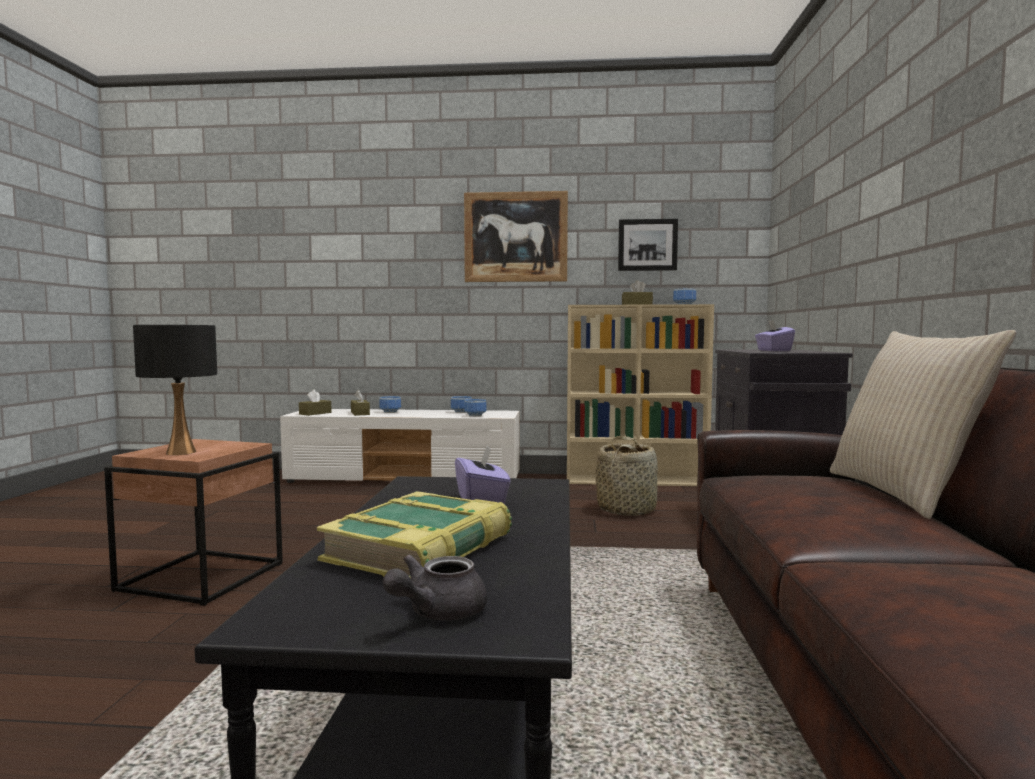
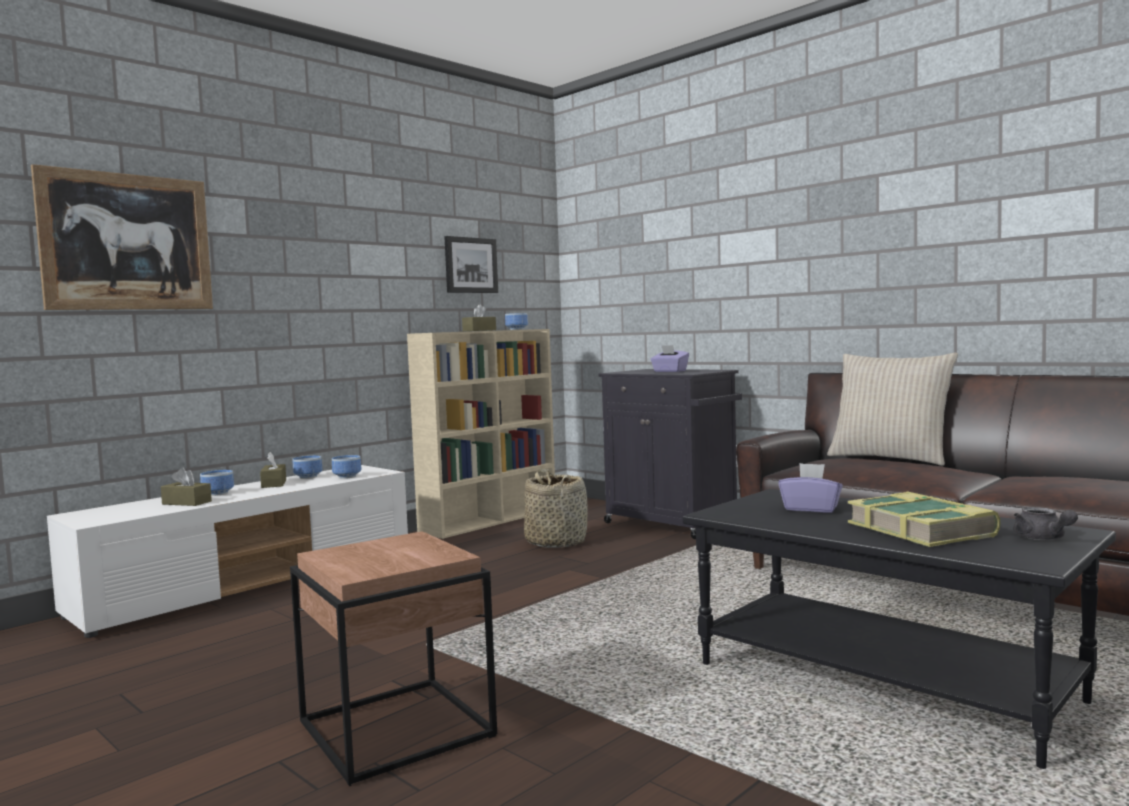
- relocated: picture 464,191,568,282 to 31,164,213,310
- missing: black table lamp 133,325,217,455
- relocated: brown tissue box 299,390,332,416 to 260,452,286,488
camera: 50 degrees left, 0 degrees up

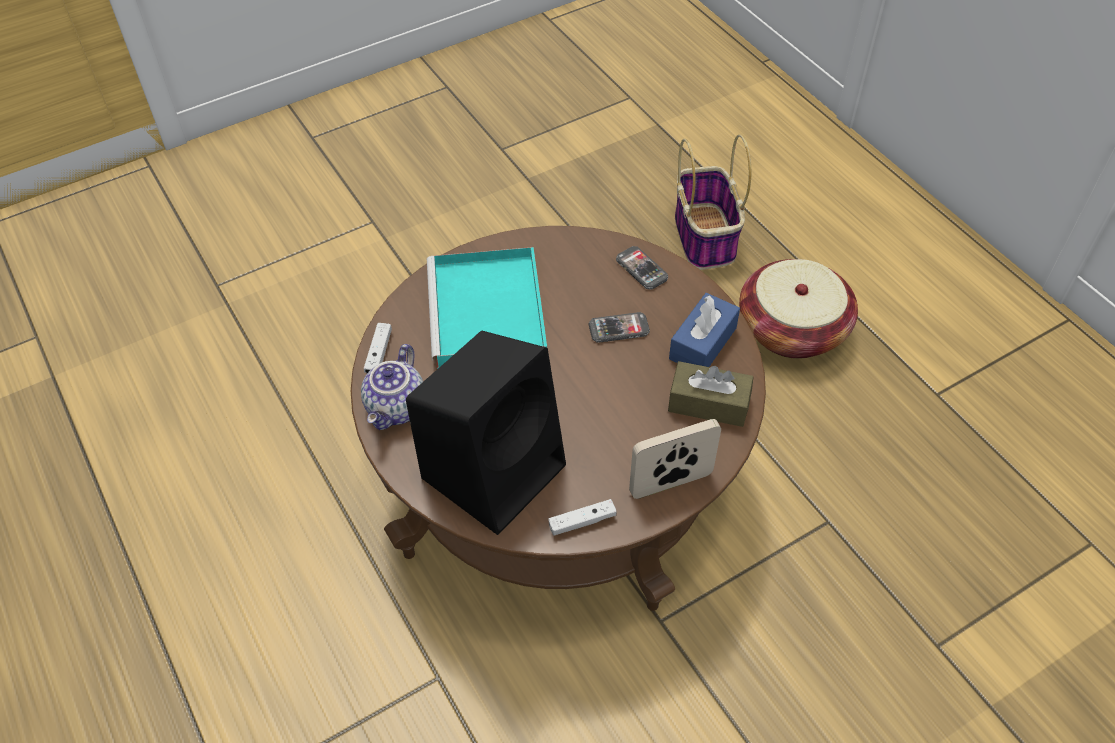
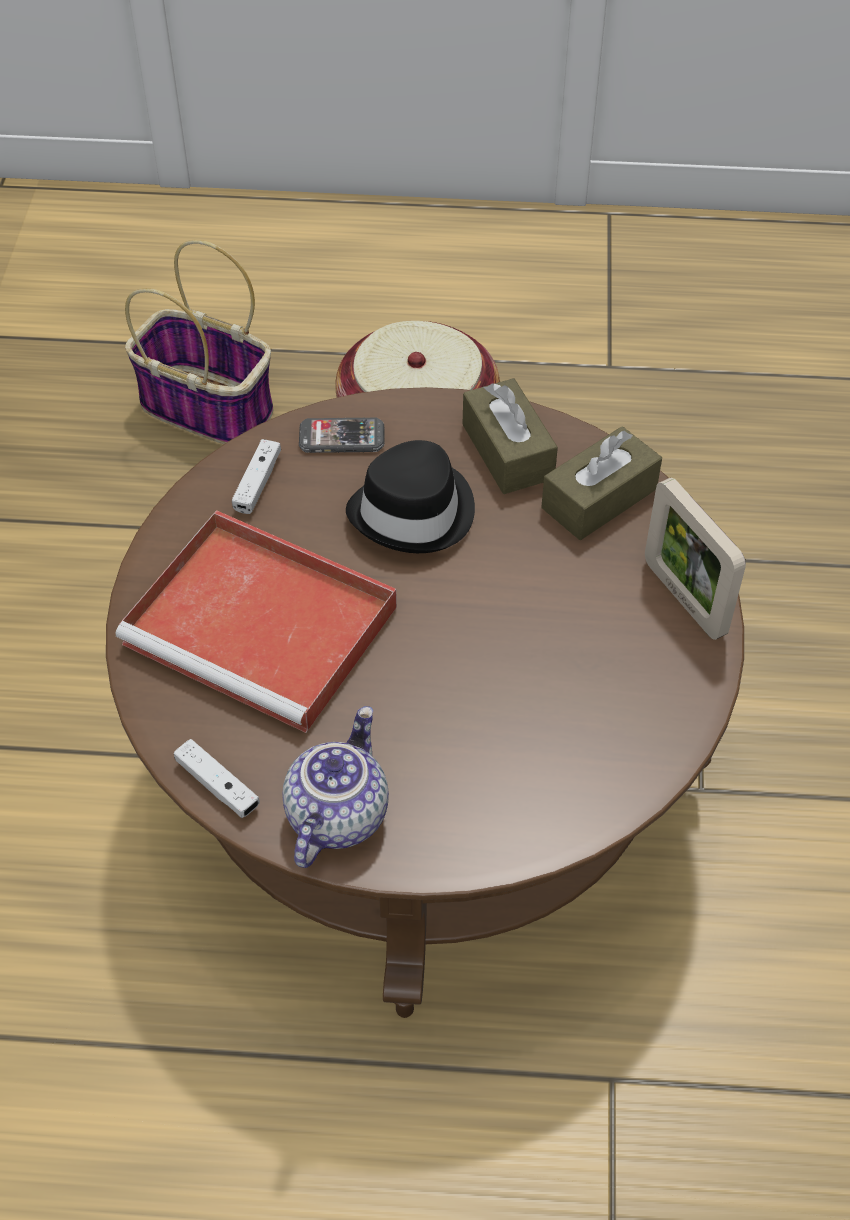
- colour: turquoise tray 427,247,547,369 to red tray 116,510,397,733
- colour: blue tissue box 669,293,740,367 to brown tissue box 462,378,558,494
- exchanged: phone 589,312,650,343 to black hat 346,440,475,553
- missing: black speaker 406,331,566,535
- spun: teapot 361,344,423,430 = 282,706,389,868 120 degrees counterclockwise
- spun: picture frame 629,419,721,499 = 645,478,746,640 45 degrees counterclockwise
- relocated: white game controller 548,499,616,535 to 232,439,281,514
camera: 55 degrees left, 0 degrees up

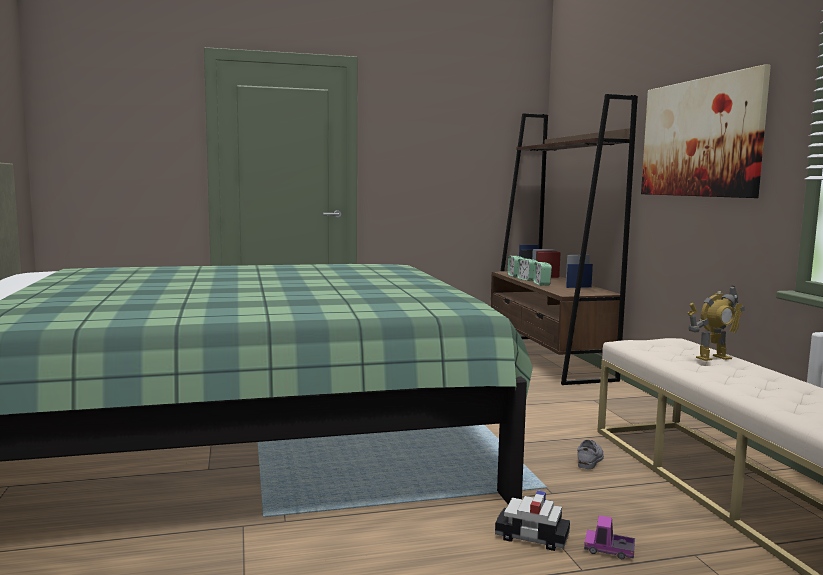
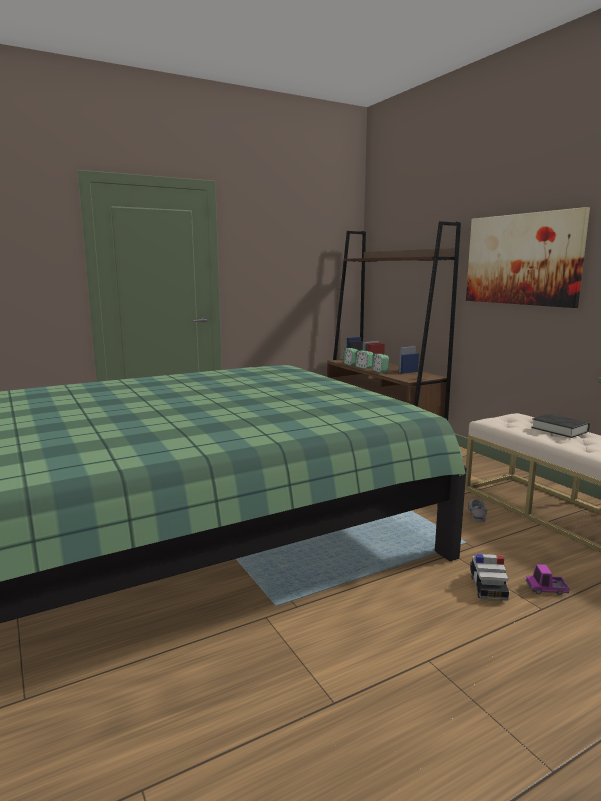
- exchanged: toy robot 688,285,745,361 to black book 531,414,590,438
- spun: toy car 495,490,570,551 = 470,554,509,602 90 degrees counterclockwise
camera: 15 degrees left, 5 degrees up

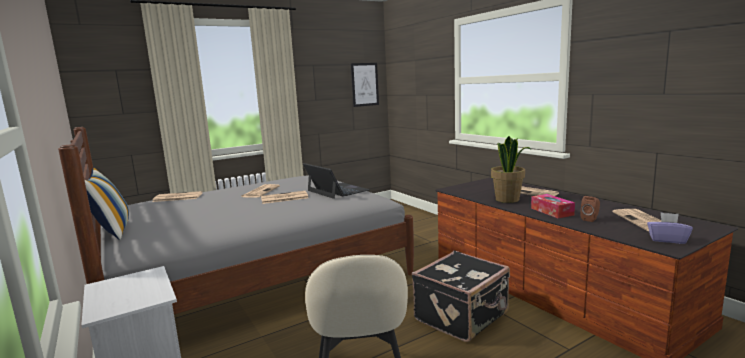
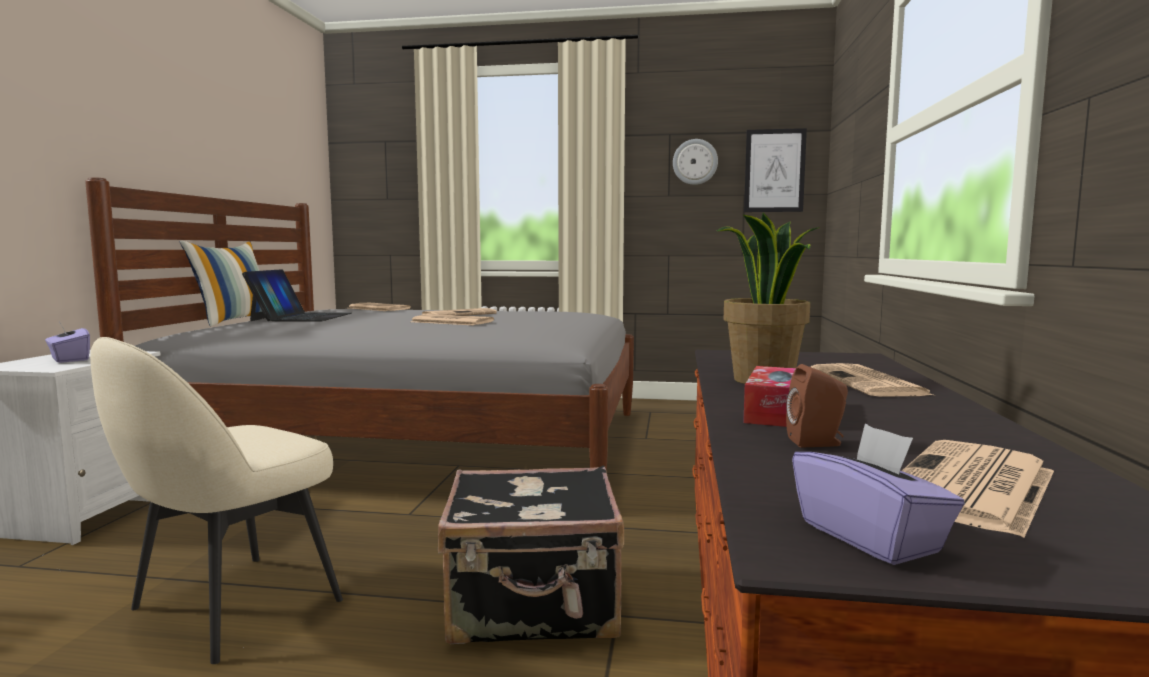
- relocated: laptop 303,163,370,199 to 242,269,351,322
- appeared: wall clock 673,139,718,185
- appeared: purple tissue box 45,322,90,363
camera: 40 degrees right, 5 degrees down

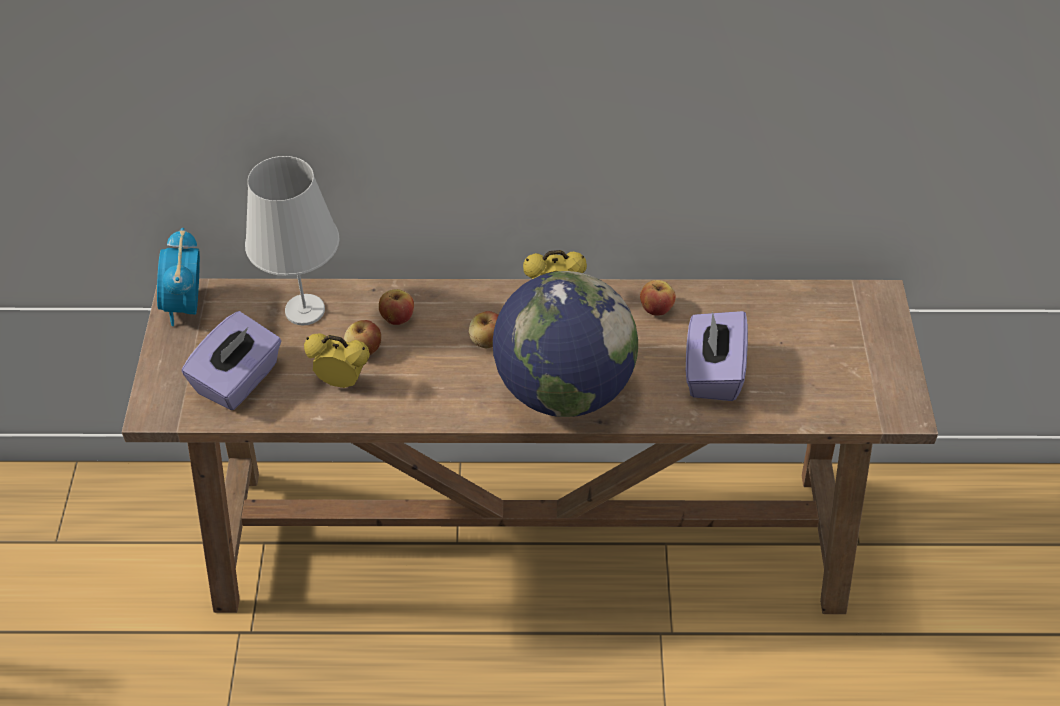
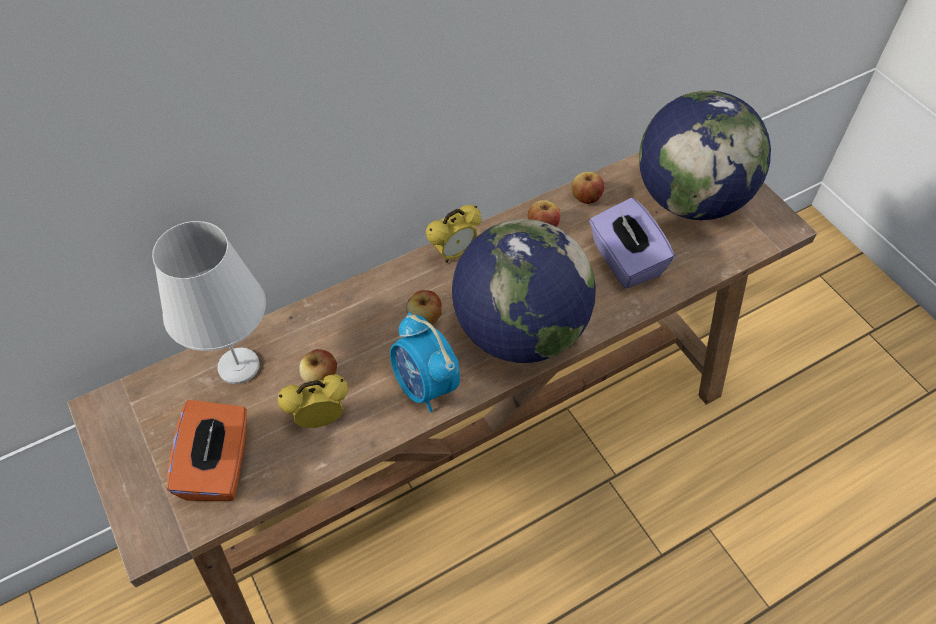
- relocated: alarm clock 157,228,200,326 to 390,312,460,412
- relocated: apple 379,289,414,325 to 571,172,604,204
- colour: purple tissue box 182,311,281,410 to orange tissue box 167,400,247,501
- appeared: globe 639,90,771,220
camera: 30 degrees left, 5 degrees up

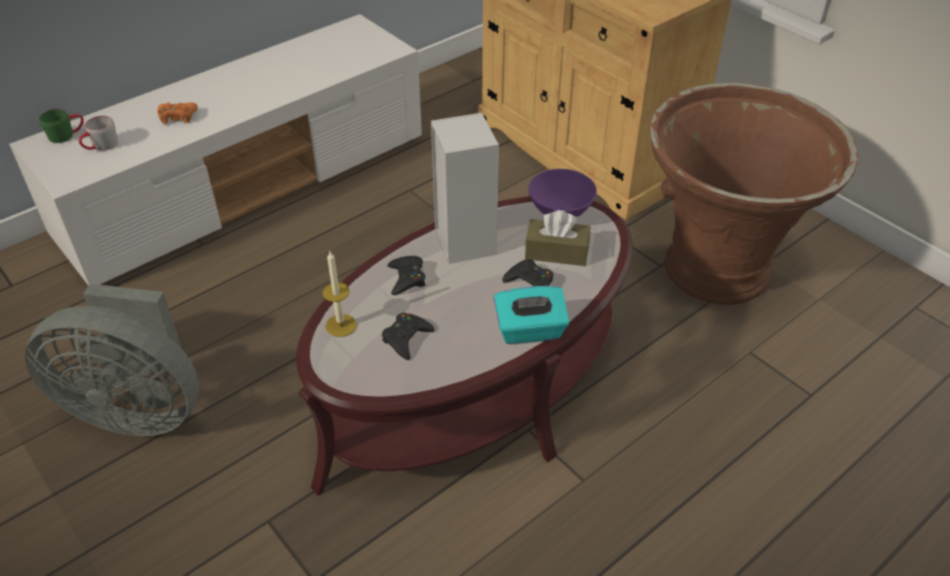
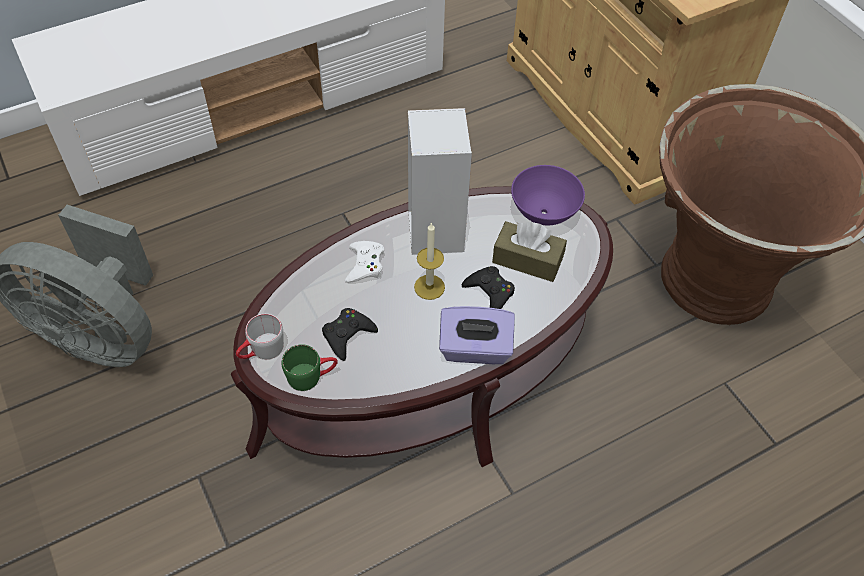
- missing: orange game controller 158,102,198,125
- relocated: green mug 39,109,84,143 to 281,344,338,391
- relocated: grey mug 79,116,118,151 to 236,314,284,359
- relocated: candle 322,252,357,337 to 414,222,445,300
- colour: black game controller 387,256,425,295 to white game controller 345,241,384,283
- colour: turquoise tissue box 493,286,569,344 to purple tissue box 439,306,515,364
camera: 10 degrees right, 10 degrees up

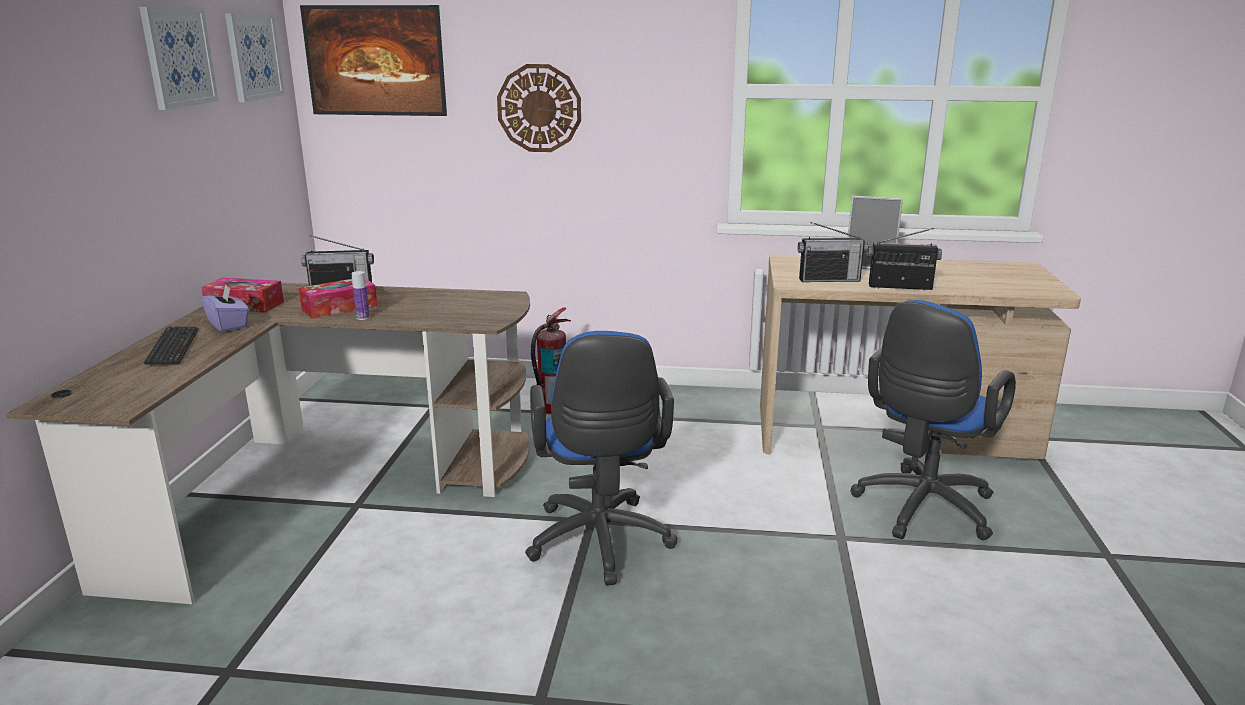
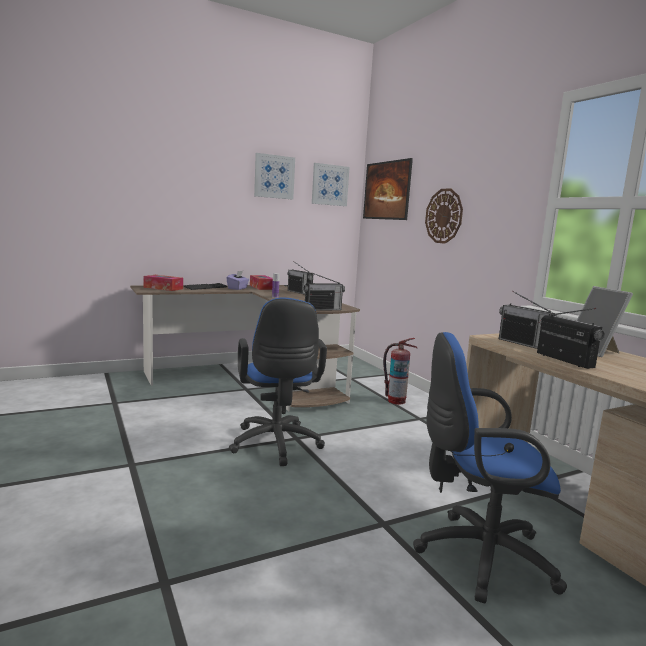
- relocated: tissue box 298,279,377,319 to 144,275,183,291
- spun: blue office chair 525,331,677,585 = 229,297,327,466 60 degrees counterclockwise
- appeared: radio 303,272,345,311
camera: 55 degrees right, 10 degrees down

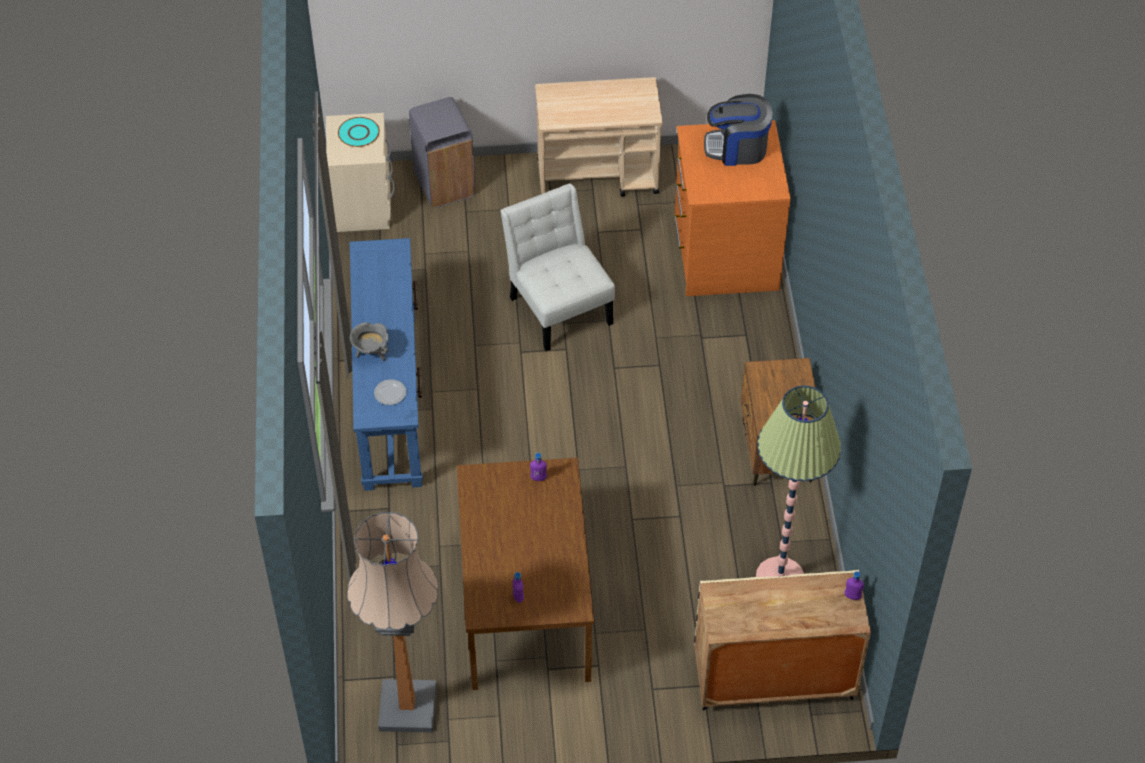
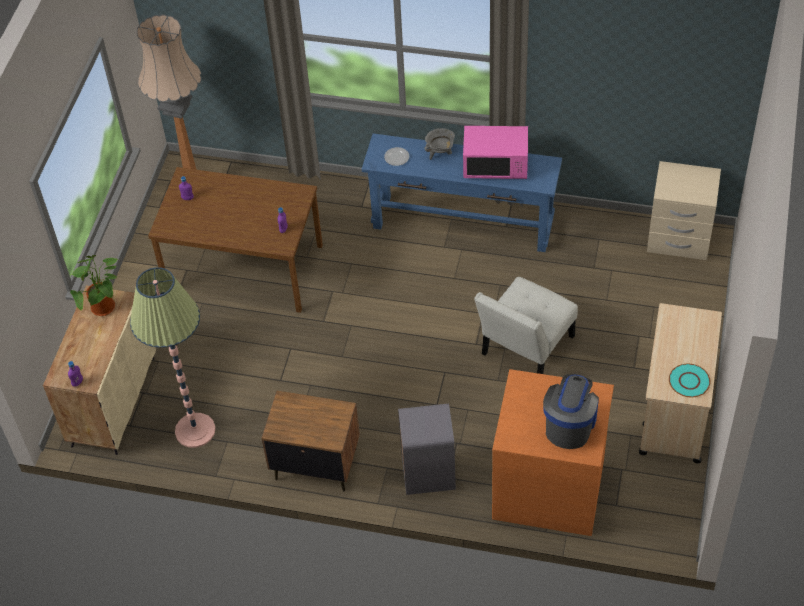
- relocated: grey trash can 409,97,475,208 to 398,403,456,495
- relocated: turquoise plate 338,117,380,147 to 669,364,711,397
- spun: white chair 500,183,615,351 = 474,277,578,374 135 degrees clockwise
- appeared: pink microwave 463,126,528,179
- appeared: potted plant 70,255,118,316
camera: 110 degrees right, 0 degrees up

